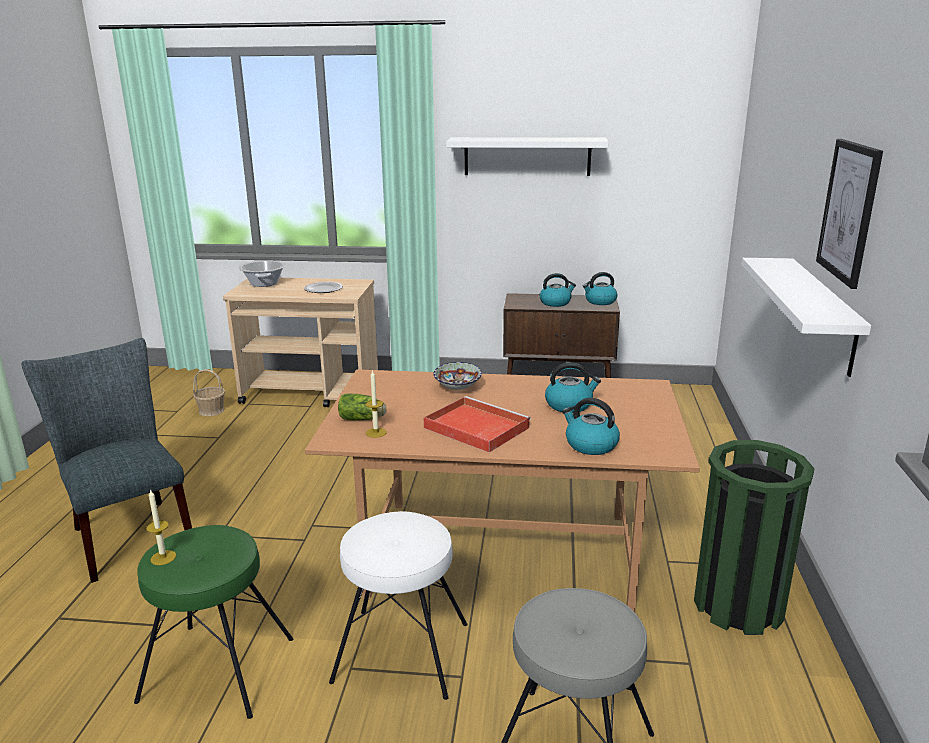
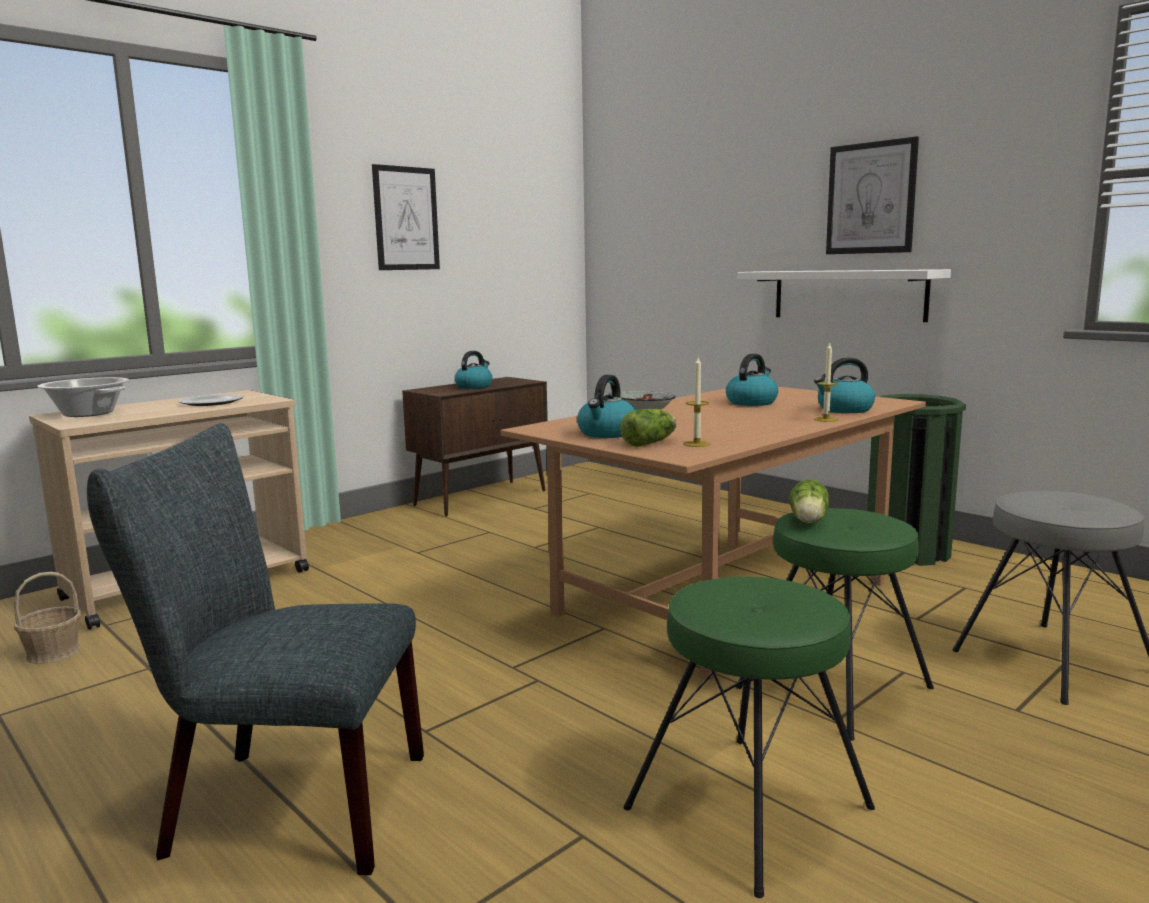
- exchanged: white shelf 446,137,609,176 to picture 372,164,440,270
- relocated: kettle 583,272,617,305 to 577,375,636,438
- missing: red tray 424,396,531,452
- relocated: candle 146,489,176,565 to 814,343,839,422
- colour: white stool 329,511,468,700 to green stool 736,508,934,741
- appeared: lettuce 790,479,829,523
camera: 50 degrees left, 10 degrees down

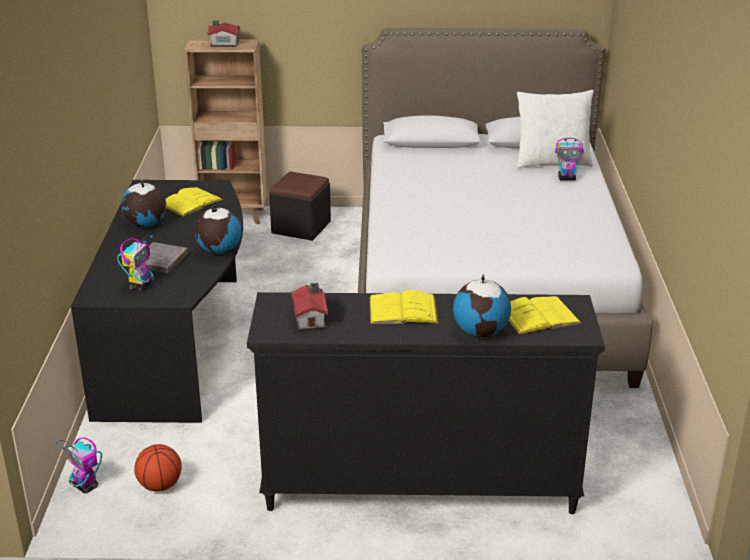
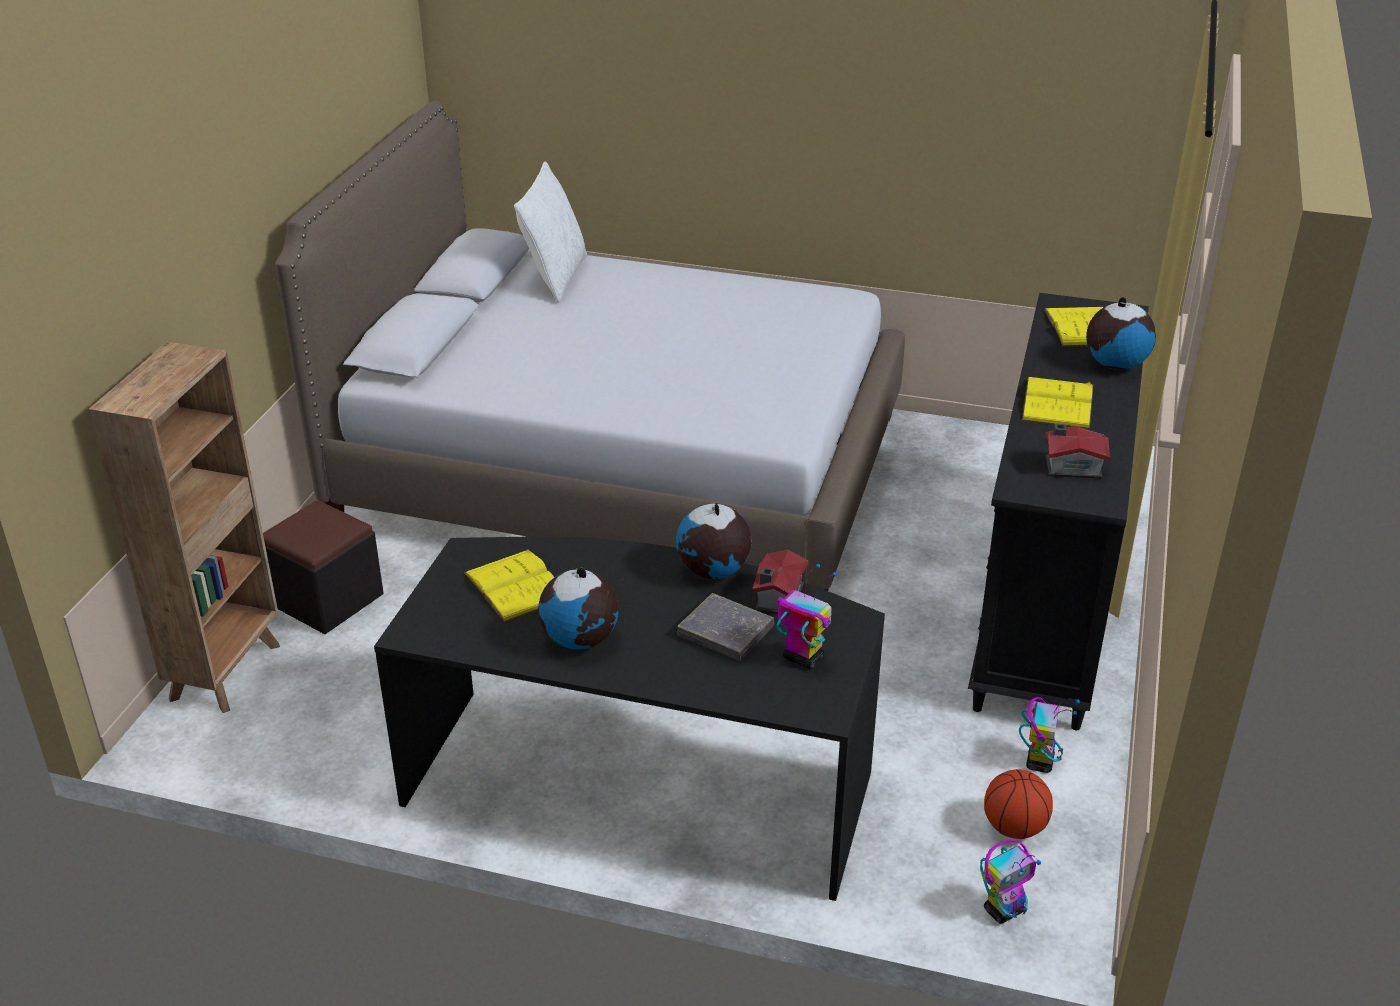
- relocated: toy house 207,21,240,47 to 752,550,809,614
- relocated: toy robot 555,138,584,181 to 1019,697,1080,773
camera: 75 degrees left, 5 degrees up

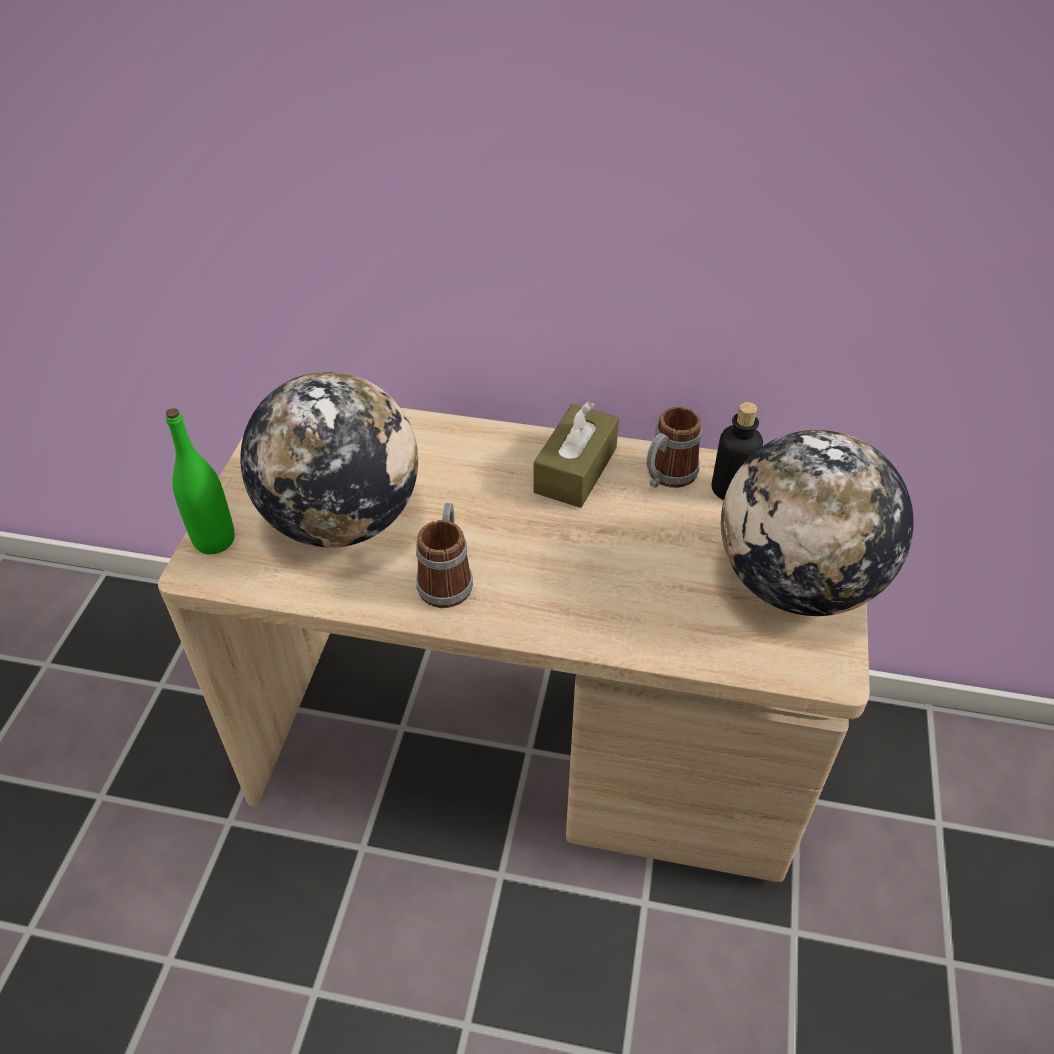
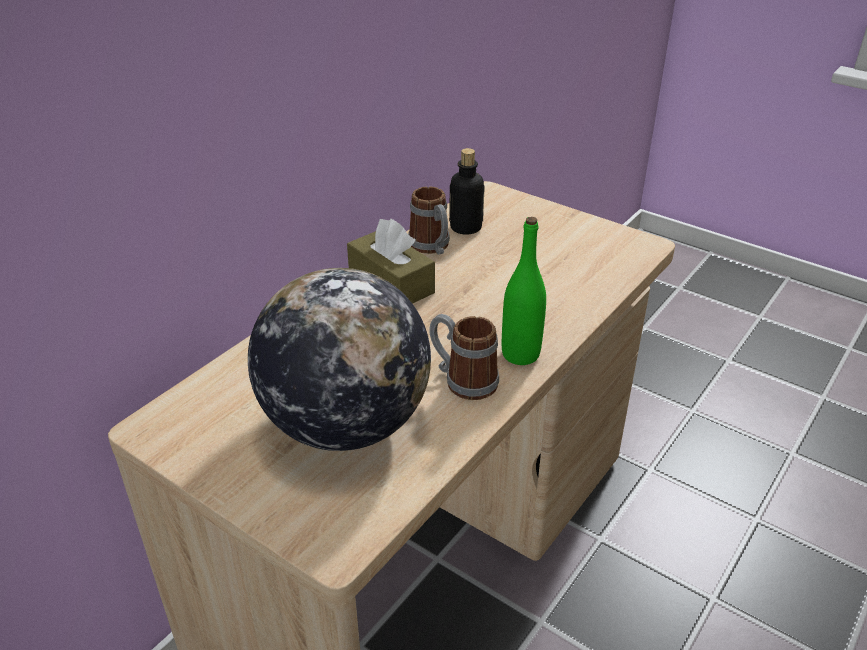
- relocated: green bottle 166,408,235,554 to 502,217,546,365
- missing: globe 721,430,914,616
camera: 65 degrees left, 10 degrees down

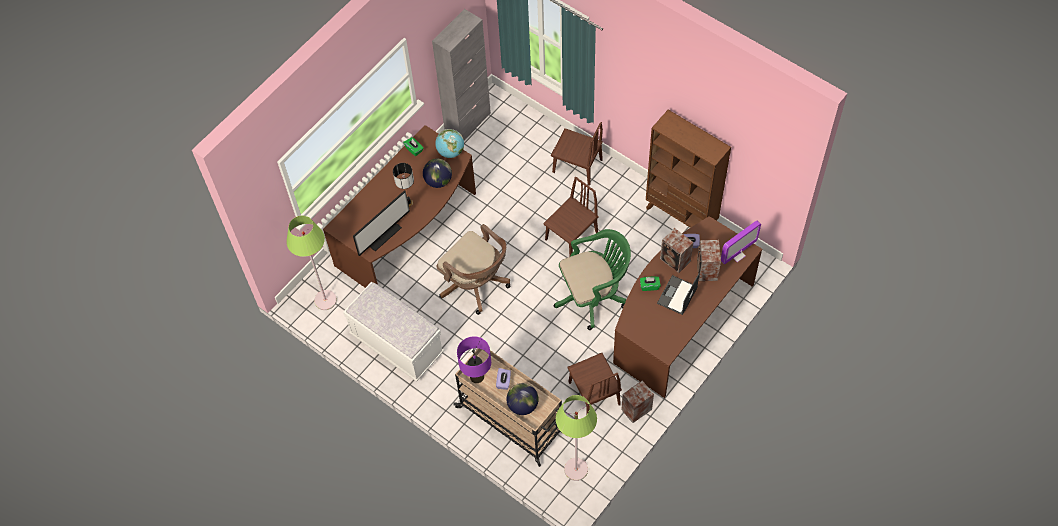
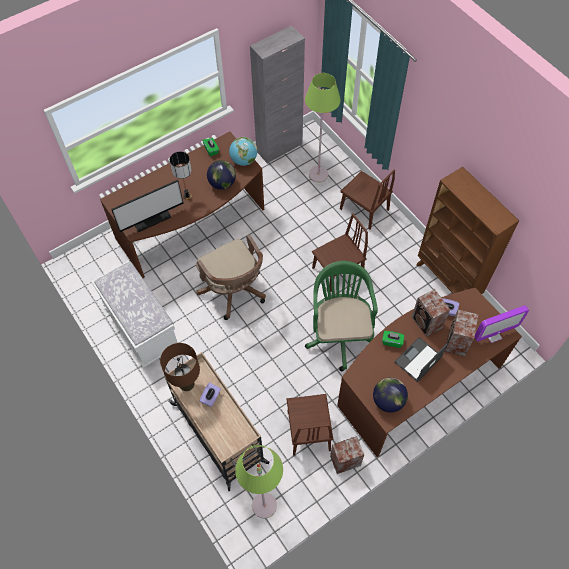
- relocated: green floor lamp 286,216,337,310 to 305,73,341,183
- spun: green office chair 554,229,631,330 = 305,261,378,371 90 degrees counterclockwise
- colour: purple table lamp 457,336,491,383 to brown table lamp 160,343,200,391
- relocated: globe 507,383,538,415 to 373,378,408,413
camera: 15 degrees right, 0 degrees up

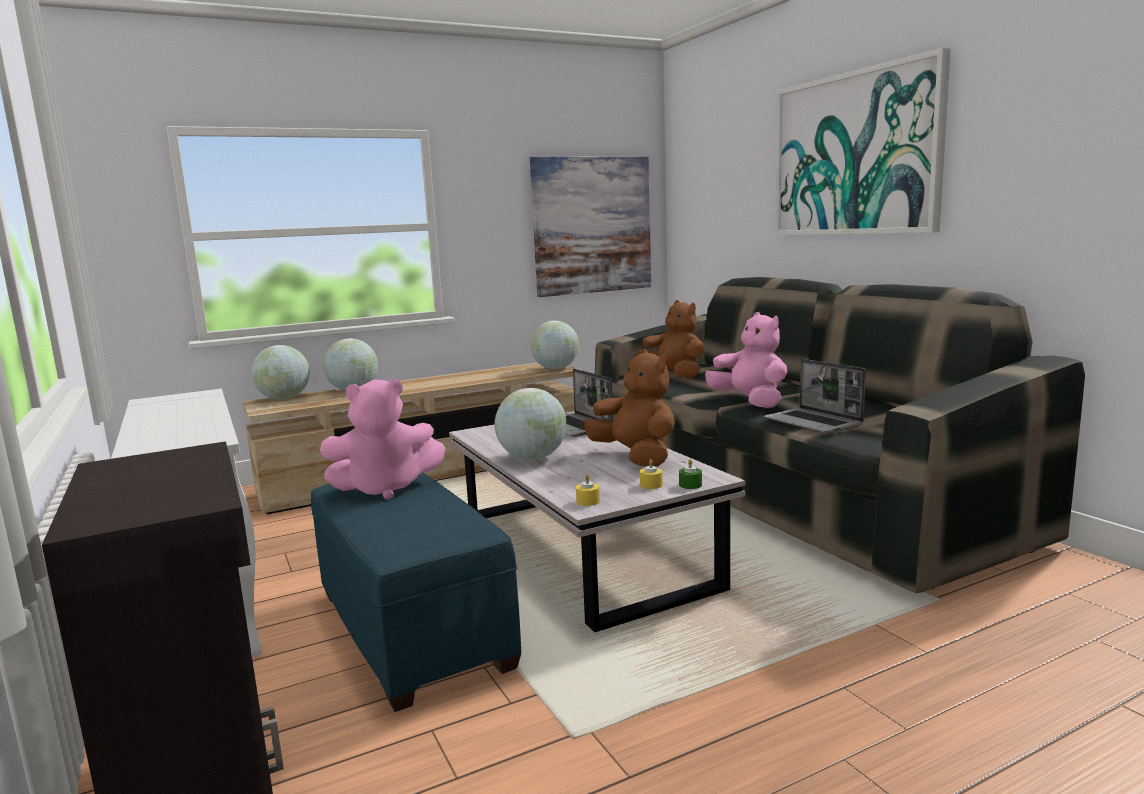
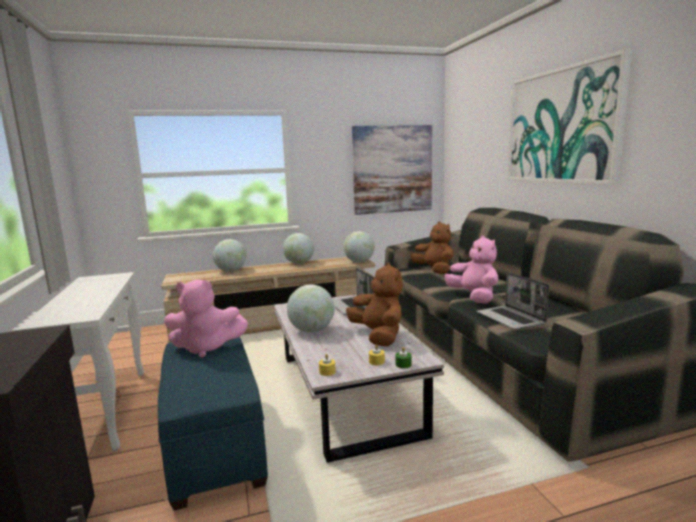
- relocated: globe 251,345,310,400 to 283,233,314,264
camera: 10 degrees right, 0 degrees up

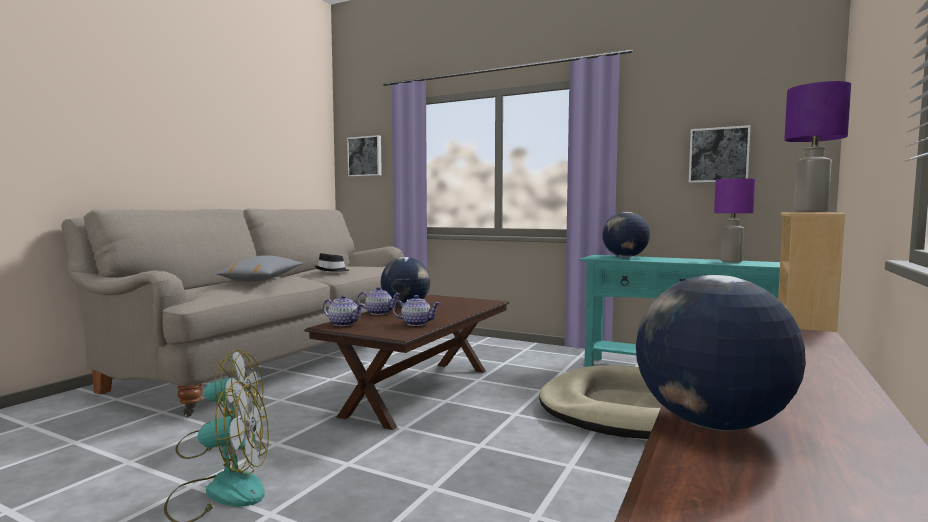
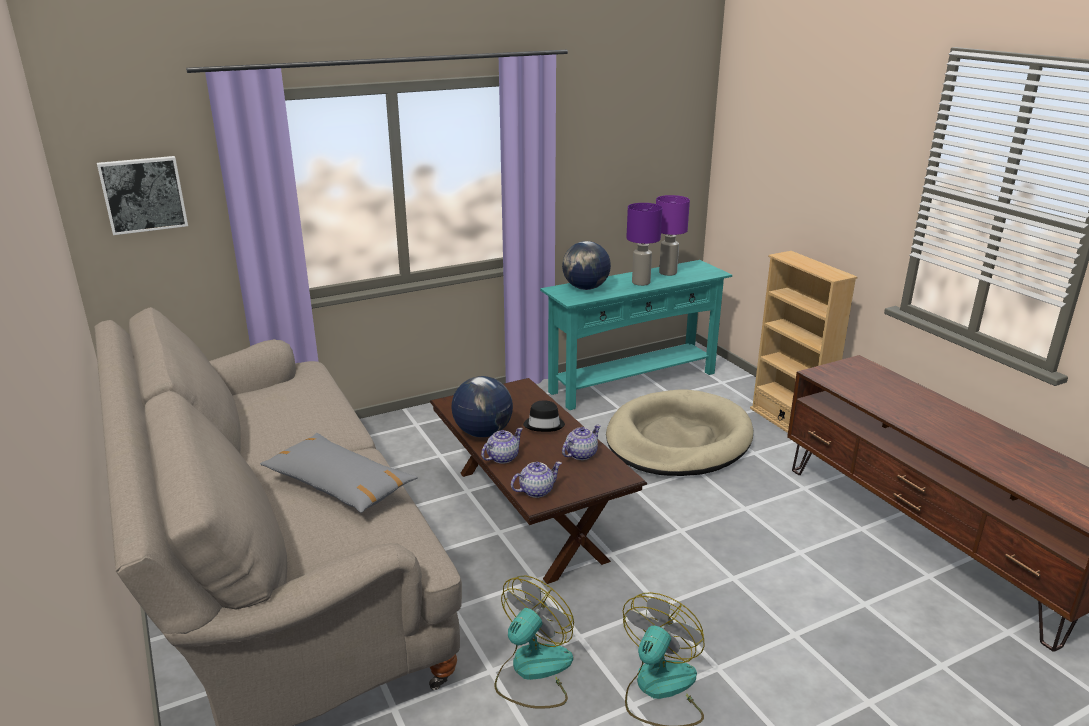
- relocated: purple table lamp 784,81,851,212 to 626,203,662,286
- missing: picture 689,125,751,183
- relocated: black hat 315,253,349,271 to 523,401,565,432
- missing: globe 636,275,806,431
camera: 55 degrees left, 20 degrees up

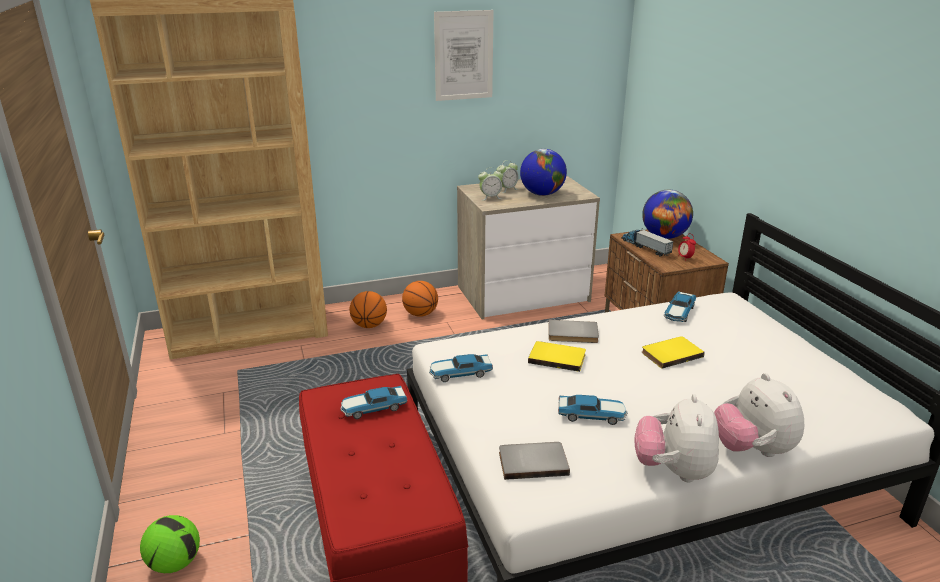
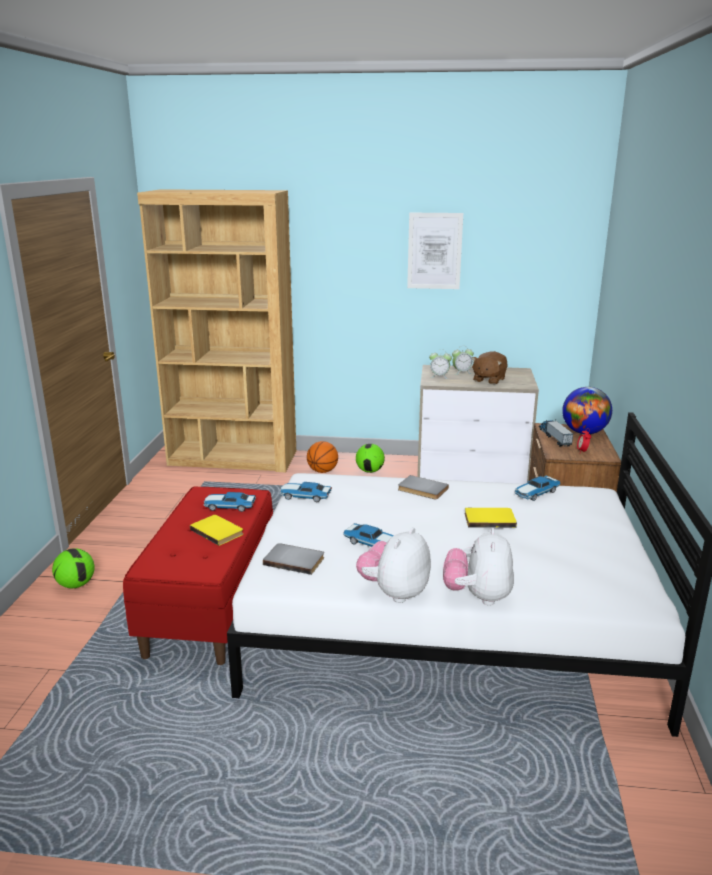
- exchanged: globe 520,149,567,196 to brown plush toy 471,351,507,385
- exchanged: basketball 402,281,438,317 to football 356,444,385,473
- relocated: yellow book 528,341,586,372 to 190,515,243,546
camera: 25 degrees right, 5 degrees down

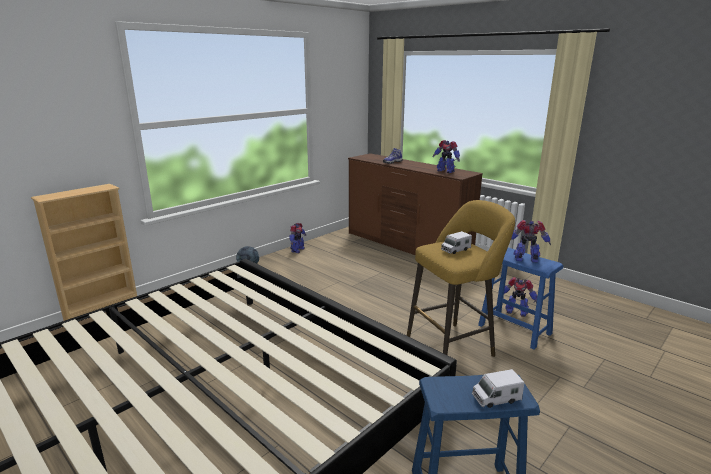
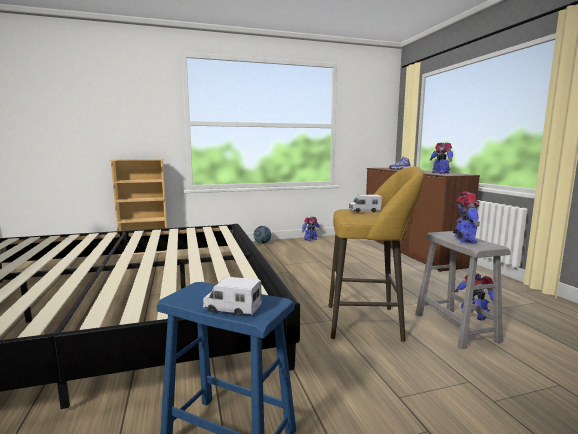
- spun: toy robot 511,220,551,263 = 453,192,480,244 60 degrees clockwise
- colour: blue stool 478,247,563,350 to grey stool 415,231,511,349
camera: 30 degrees right, 10 degrees down

